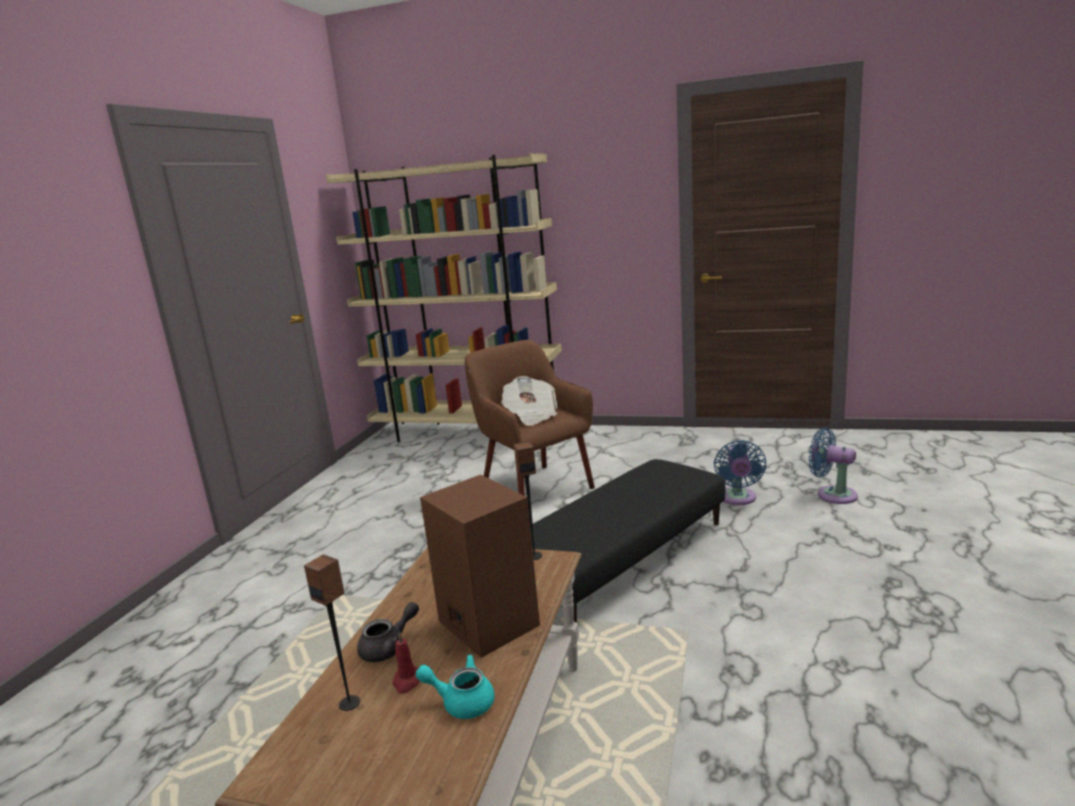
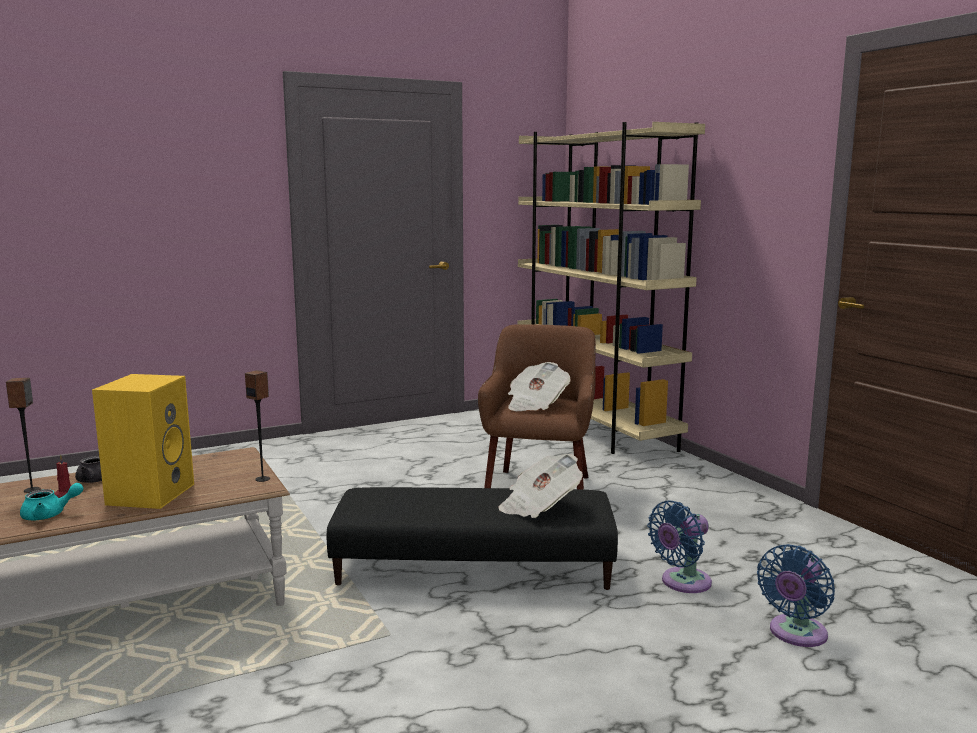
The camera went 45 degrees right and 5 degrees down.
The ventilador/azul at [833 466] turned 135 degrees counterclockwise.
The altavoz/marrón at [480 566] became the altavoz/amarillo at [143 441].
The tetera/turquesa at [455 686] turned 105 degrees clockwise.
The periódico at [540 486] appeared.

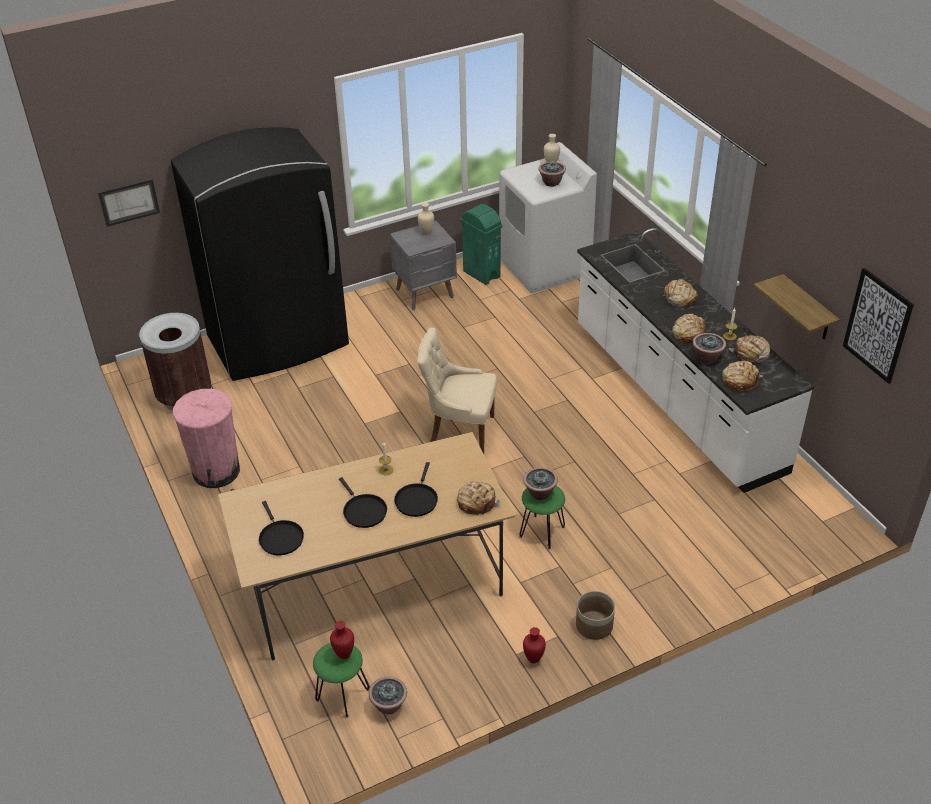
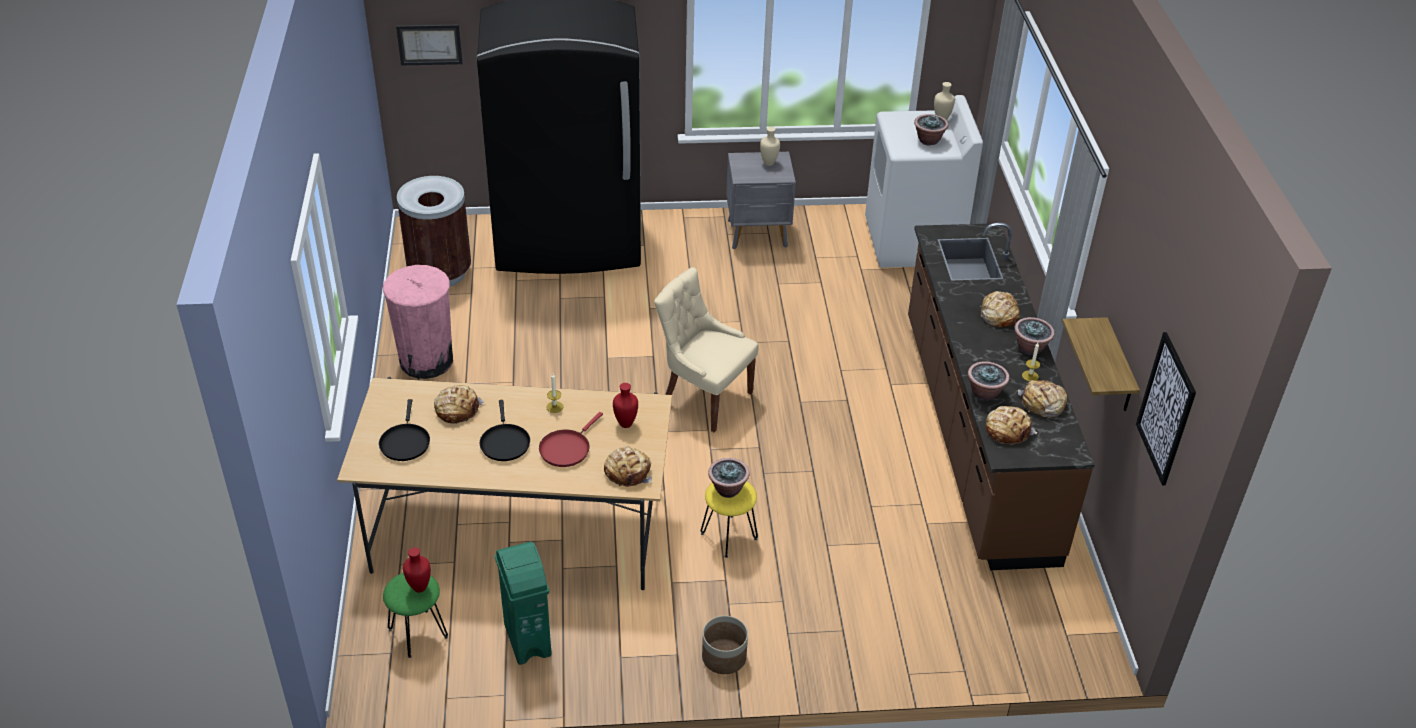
The camera went 20 degrees right and 0 degrees up.
The papelera/verde moved from [481 244] to [523 603].
The mueble bajo de cocina/blanco at [695 360] became the mueble bajo de cocina/marrón at [1001 396].
The pan moved from [689 328] to [459 404].
The sartén/negro at [416 489] became the sartén/rojo at [571 439].
The taburete/verde at [542 517] became the taburete/amarillo at [729 519].
The florero/rojo moved from [534 645] to [625 405].
The planta en maceta moved from [388 696] to [1034 336].

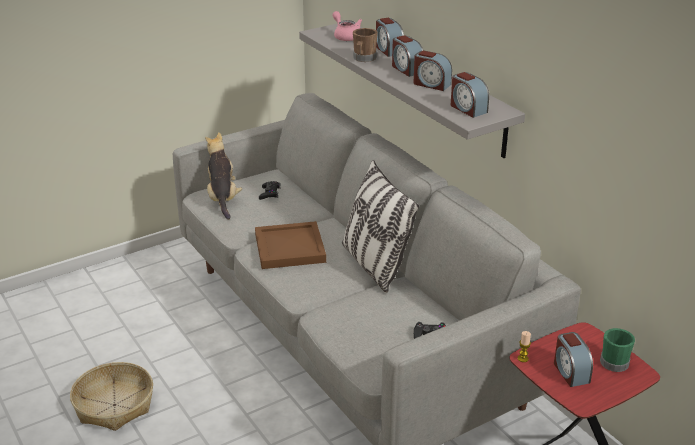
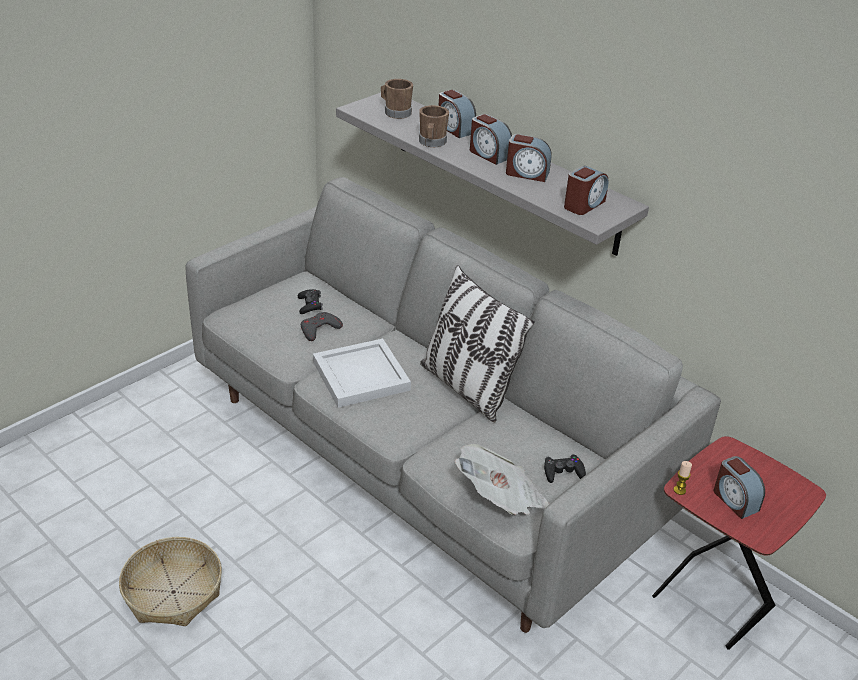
The camera went 15 degrees left and 5 degrees up.
The tetera/rosa at [347 26] was replaced by the taza grande/marrón at [397 99].
The despertador at [470 95] turned 90 degrees counterclockwise.
The peluche at [223 175] disappeared.
The bandeja/marrón at [290 245] became the bandeja/blanco at [362 373].
The taza grande/verde at [617 350] disappeared.
The mando de consola/gris at [322 326] appeared.
The periódico at [502 479] appeared.

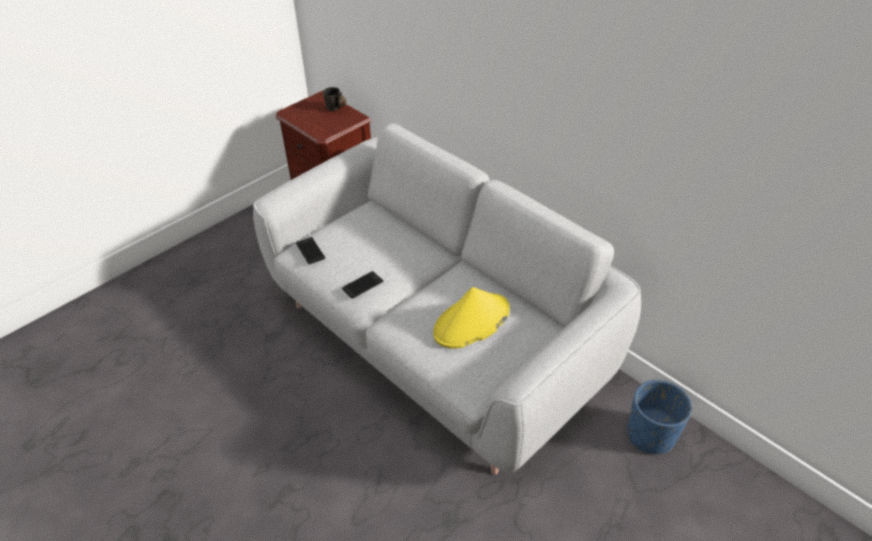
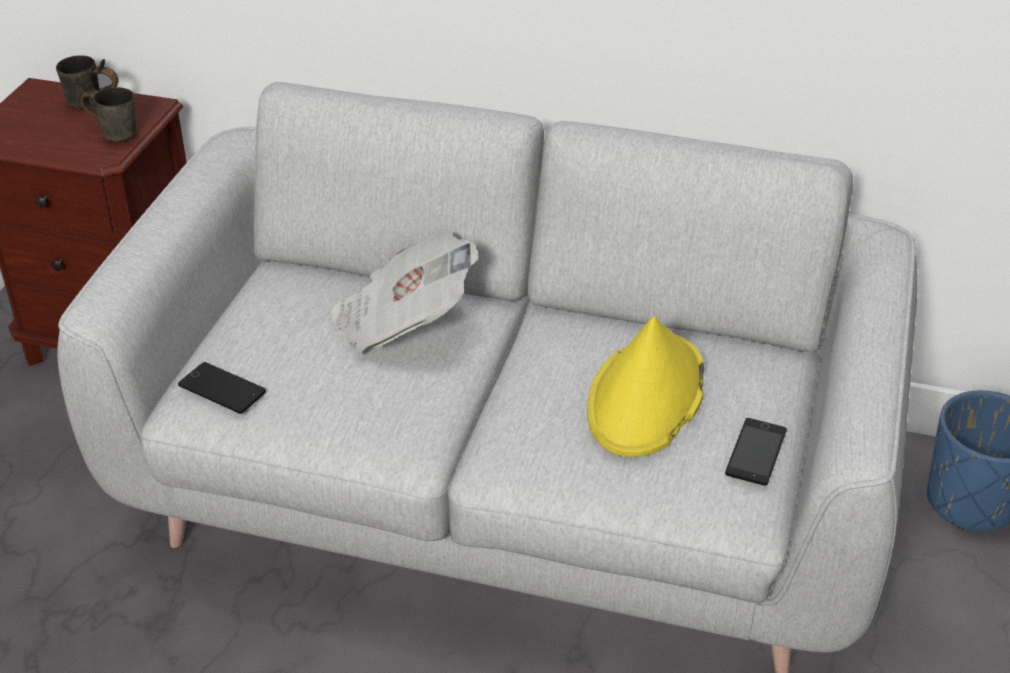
The camera went 30 degrees left and 5 degrees down.
The móvil moved from [362 285] to [756 452].
The taza grande/gris at [109 112] appeared.
The periódico at [404 293] appeared.

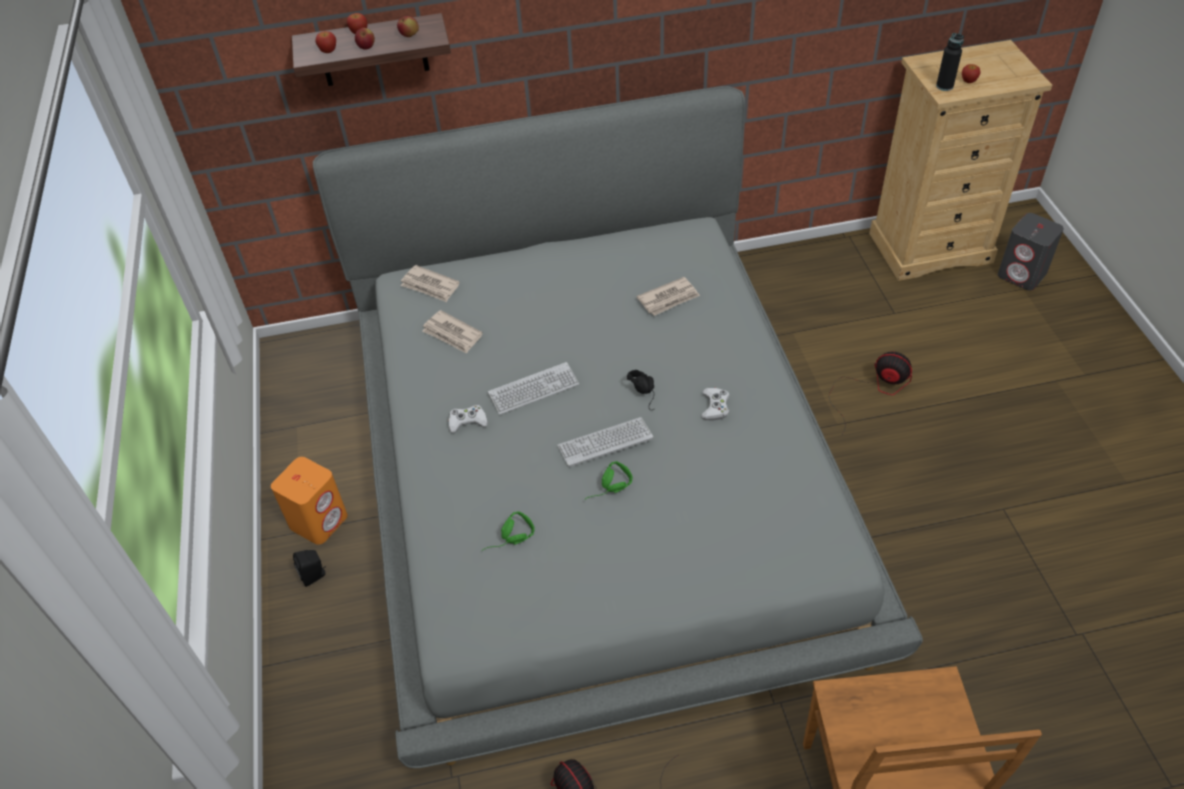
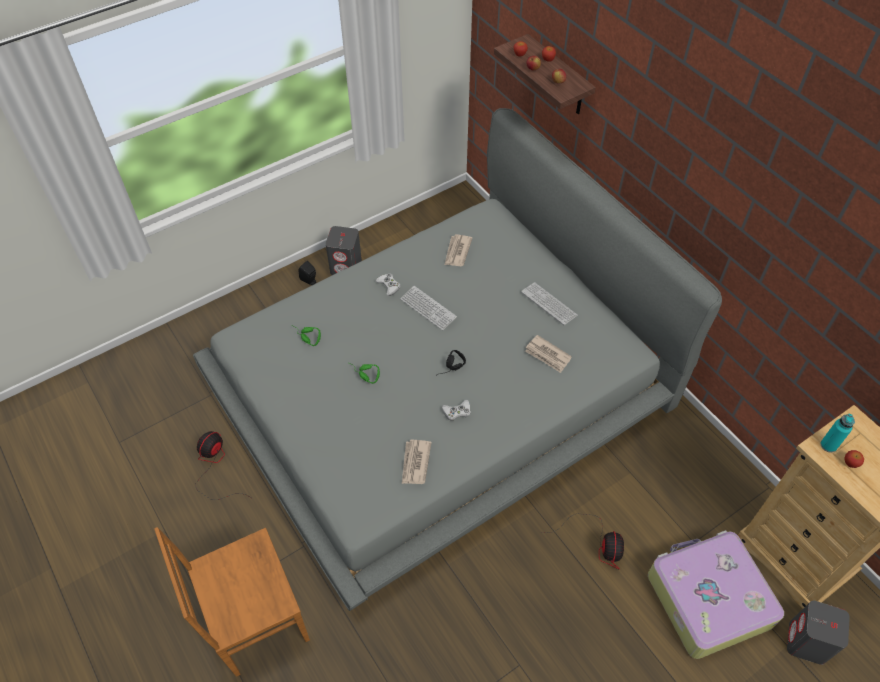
The camera went 65 degrees right and 5 degrees up.
The botella/negro at [950 62] became the botella/turquesa at [838 433].
The periódico moved from [430 283] to [417 462].
The teclado moved from [605 442] to [549 303].
The altavoz/naranja at [309 501] became the altavoz/gris at [344 250].
The maleta at [716 594] appeared.

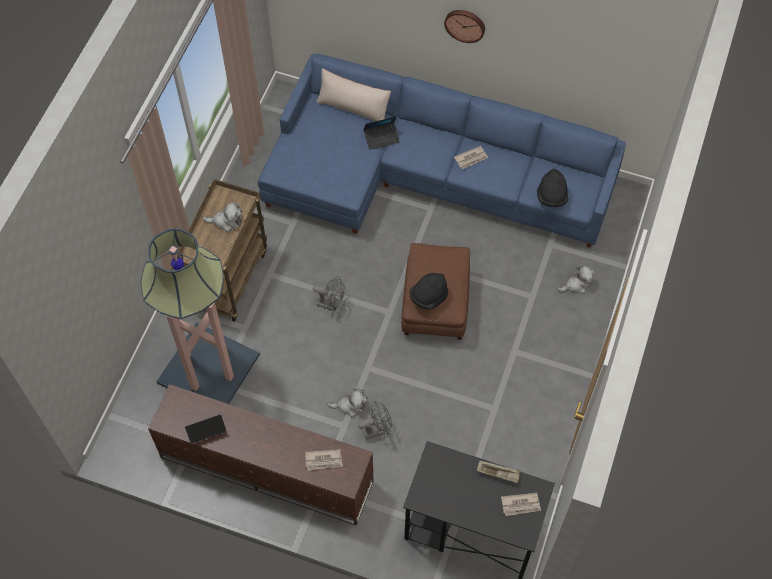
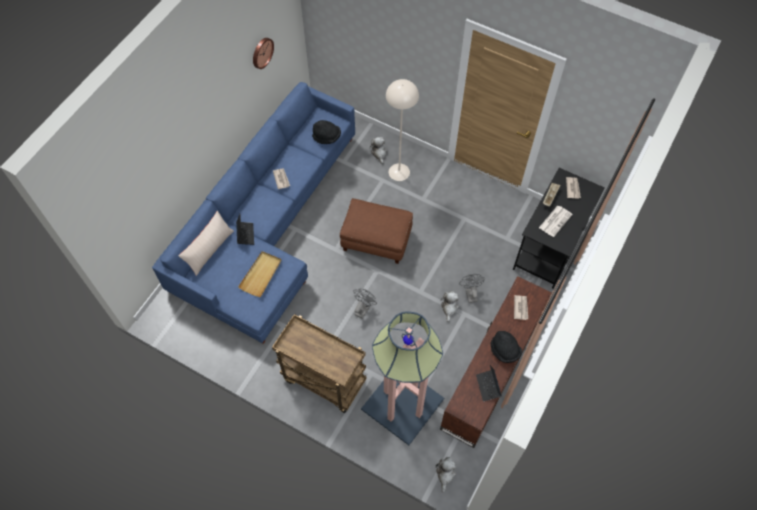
The camera went 80 degrees left and 0 degrees up.
The reloj de pared moved from [464 26] to [263 53].
The peluche moved from [222 217] to [445 475].
The sombrero/negro moved from [429 291] to [506 347].
The lámpara de pie/beis at [402 130] appeared.
The periódico at [556 221] appeared.
The bandeja/beis at [259 274] appeared.

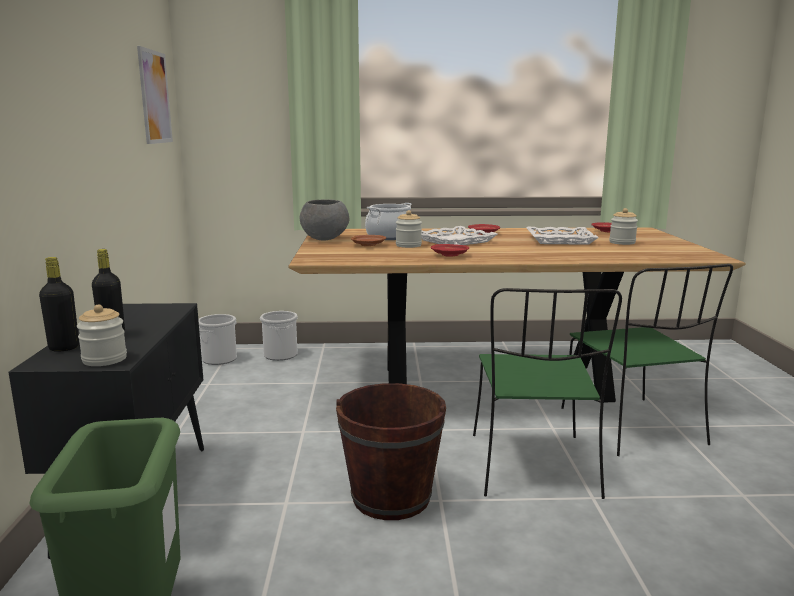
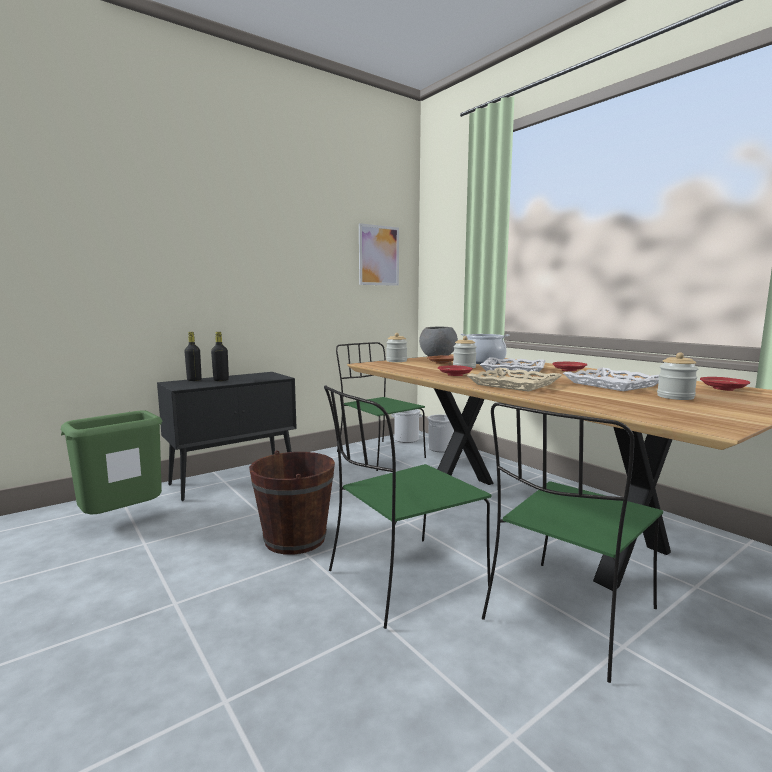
The camera went 55 degrees right and 5 degrees down.
The tarro moved from [102 335] to [396 347].
The silla/verde at [381 406] appeared.
The bandeja/beis at [514 380] appeared.

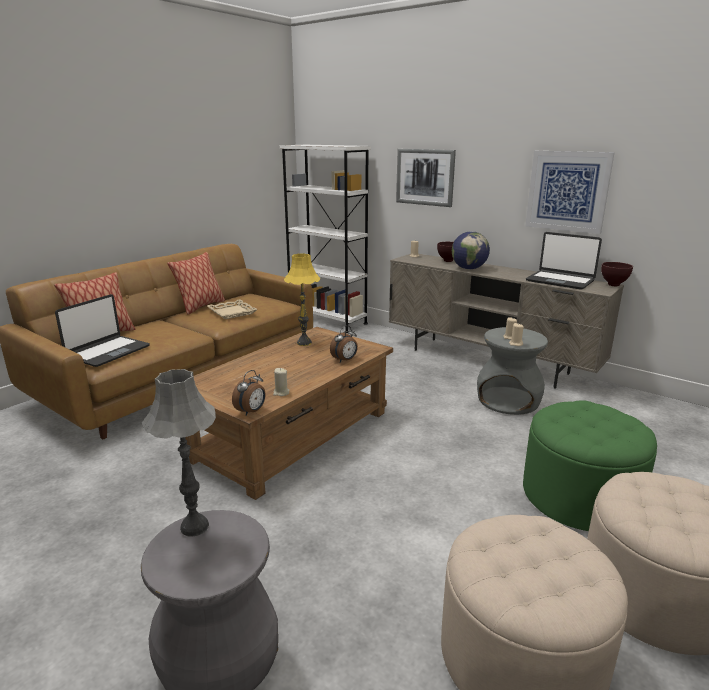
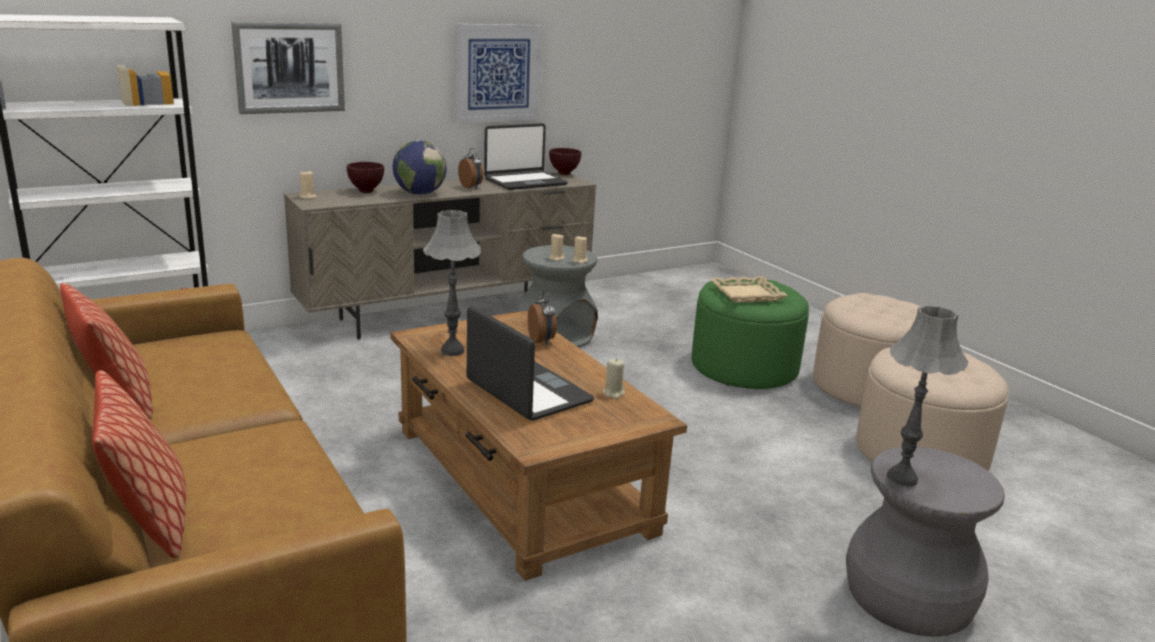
The camera went 70 degrees left and 0 degrees up.
The lámpara de mesa/amarillo at [302 299] became the lámpara de mesa/gris at [452 283].
The portátil moved from [102 330] to [530 363].
The bandeja/beis moved from [232 309] to [749 289].
The despertador moved from [249 393] to [471 168].

